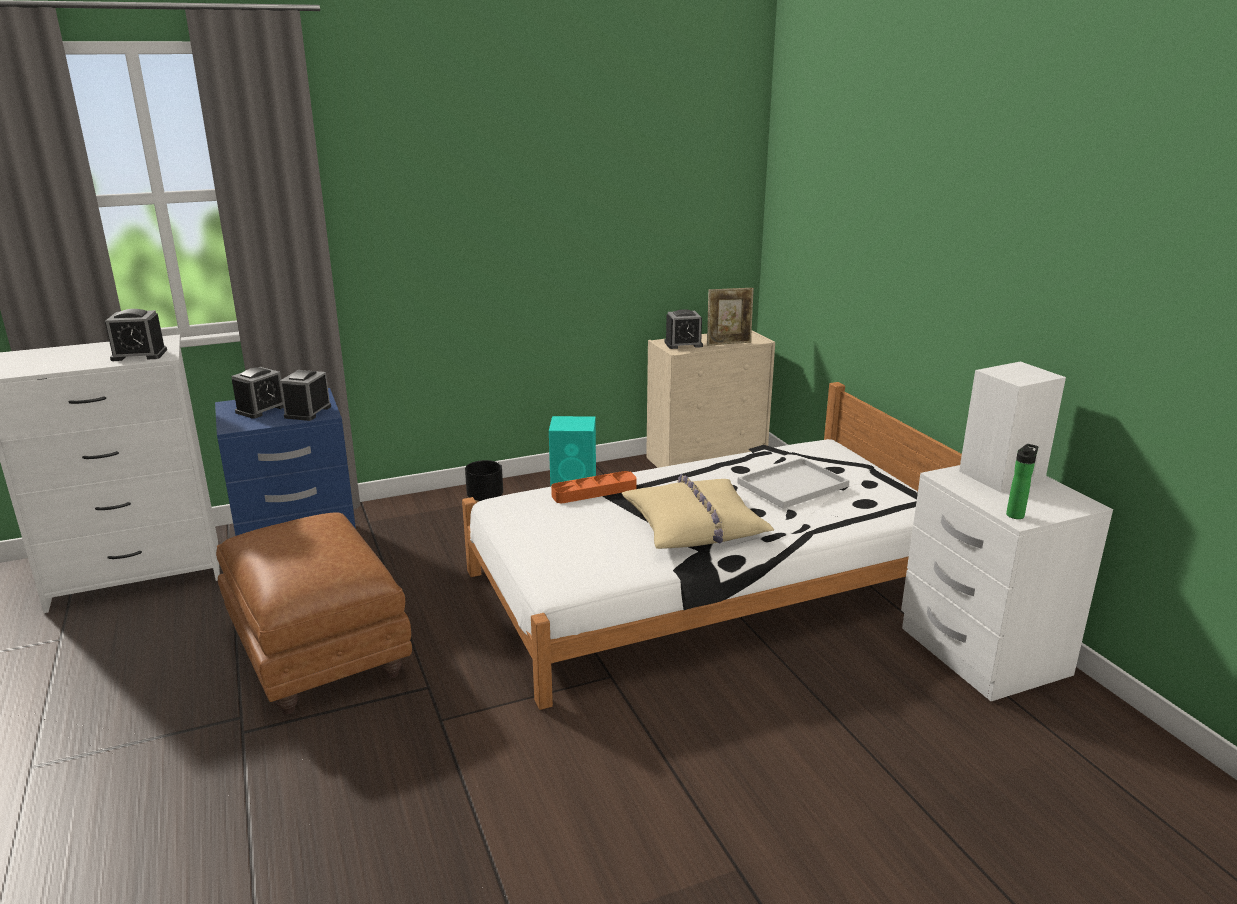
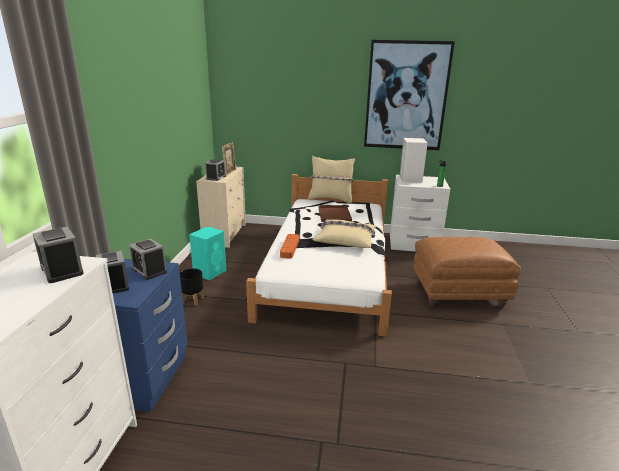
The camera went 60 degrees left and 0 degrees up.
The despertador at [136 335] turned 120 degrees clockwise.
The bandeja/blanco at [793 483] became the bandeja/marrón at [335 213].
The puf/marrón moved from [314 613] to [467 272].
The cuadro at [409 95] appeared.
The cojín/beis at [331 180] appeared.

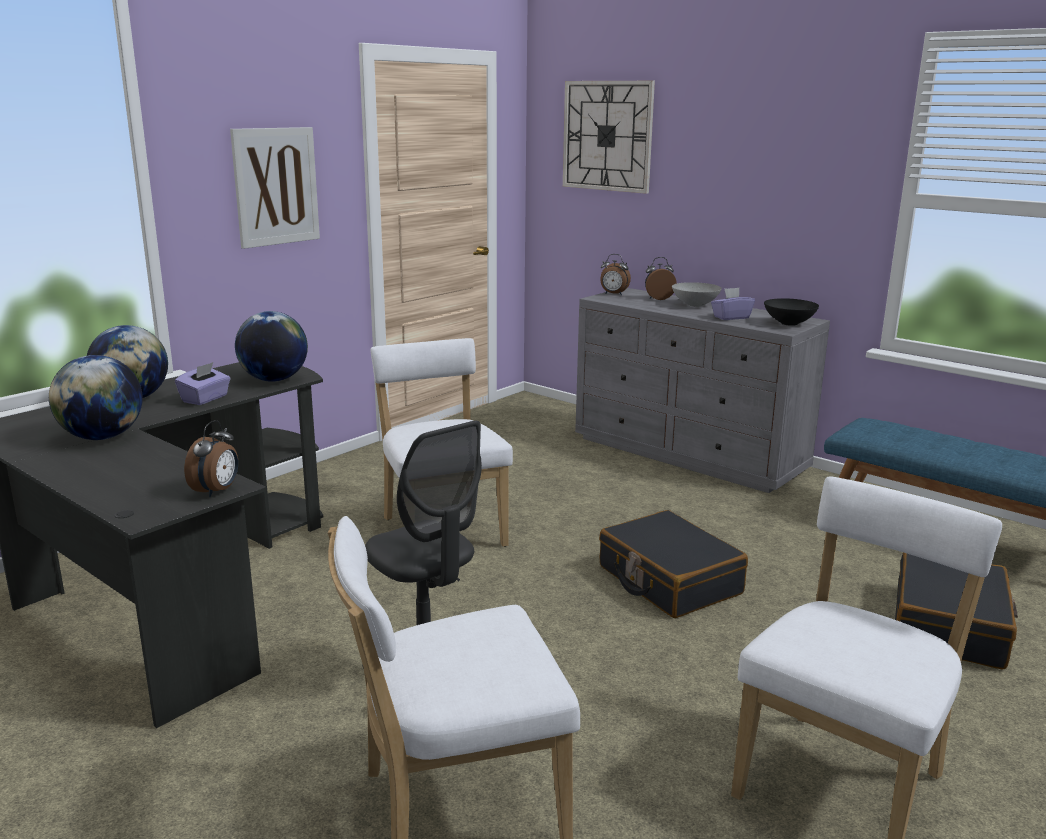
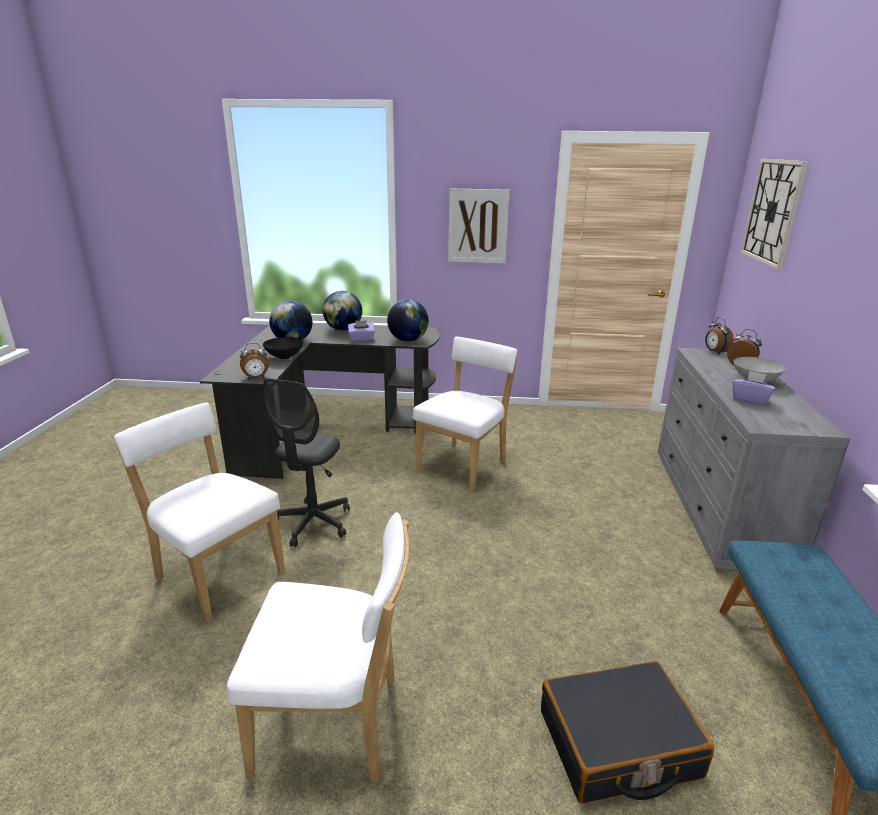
The camera went 55 degrees right and 5 degrees up.
The cuenco/negro moved from [791 312] to [283 348].
The maleta/negro at [673 564] disappeared.

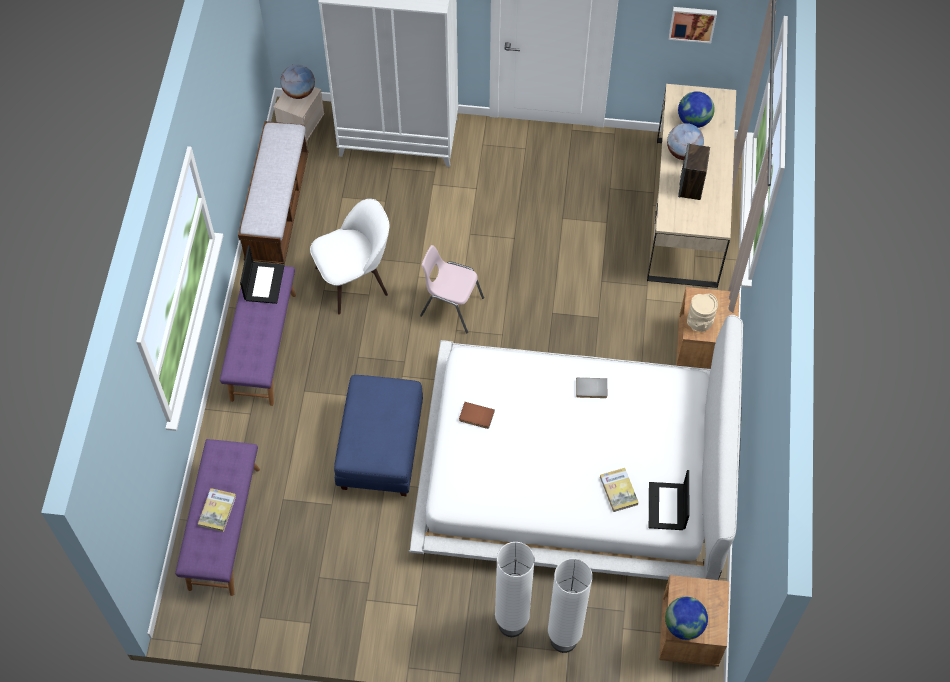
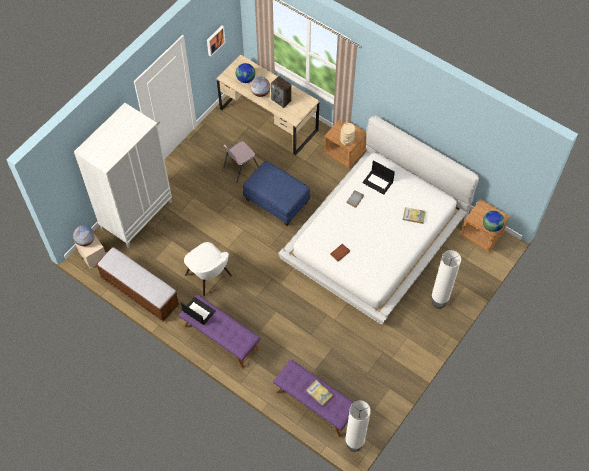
The camera went 60 degrees left and 0 degrees up.
The silla/blanco at [350 257] turned 135 degrees clockwise.
The silla/rosa moved from [452 289] to [241 162].
The puf/azul moved from [378 435] to [276 193].
The portátil moved from [669 500] to [378 177].
The lámpara de pie/blanco moved from [570 605] to [358 426].

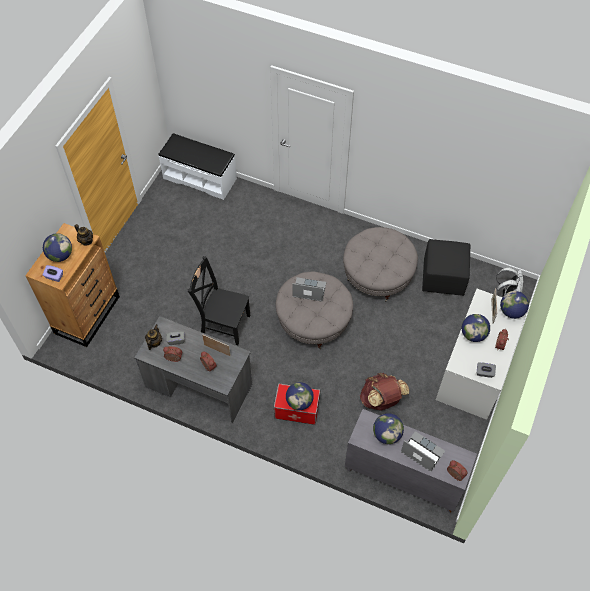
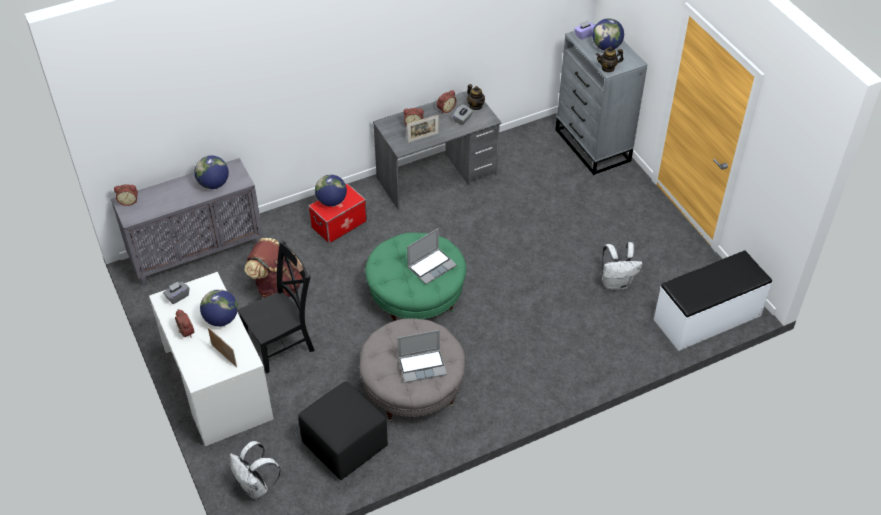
The camera went 130 degrees right and 10 degrees down.
The cómoda/marrón at [72 285] became the cómoda/gris at [601 99].
The silla/negro moved from [219 300] to [276 307].
The puf/gris at [314 310] became the puf/verde at [415 277].
The globo terráqueo at [514 305] disappeared.
The portátil moved from [423 451] to [422 356].
The mochila/blanco at [622 266] appeared.

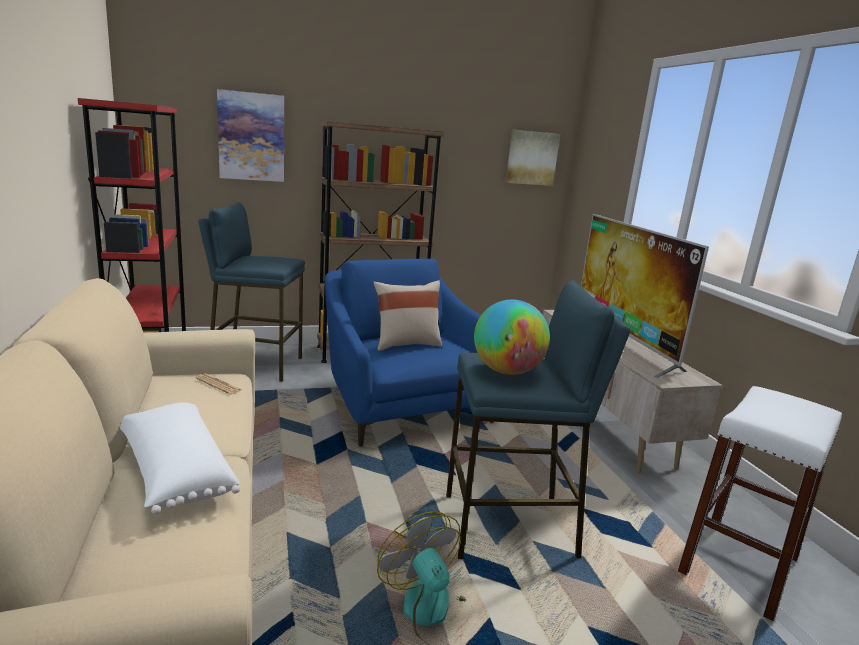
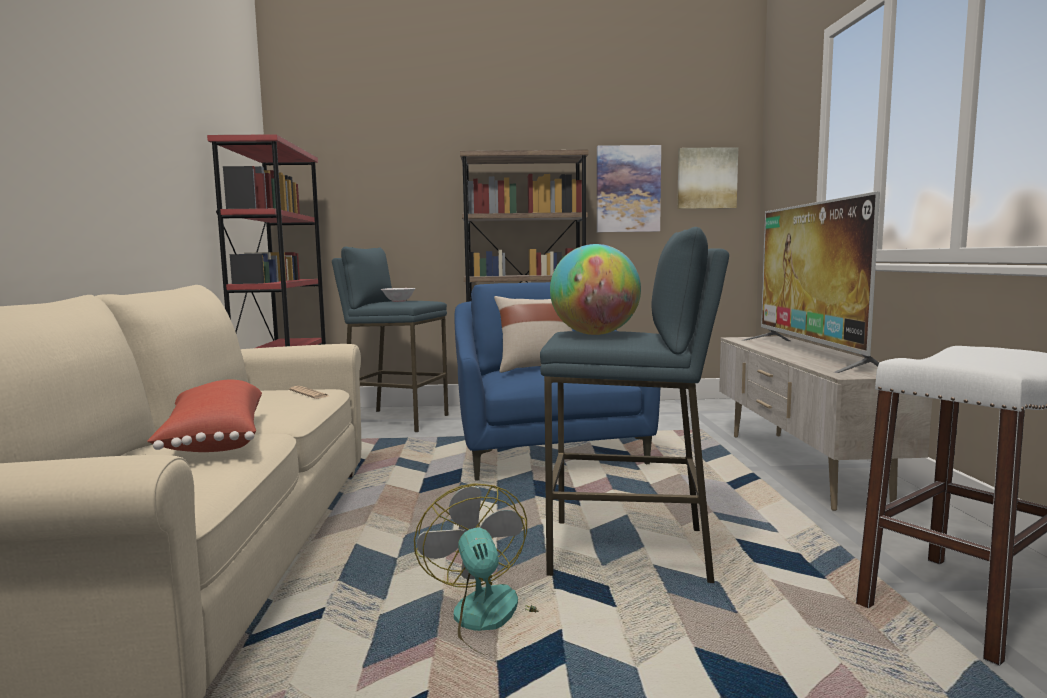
The camera went 15 degrees right and 10 degrees down.
The cuadro moved from [250 135] to [629 188].
The cojín/blanco at [180 458] became the cojín/rojo at [204 416].
The cuenco/blanco at [398 295] appeared.

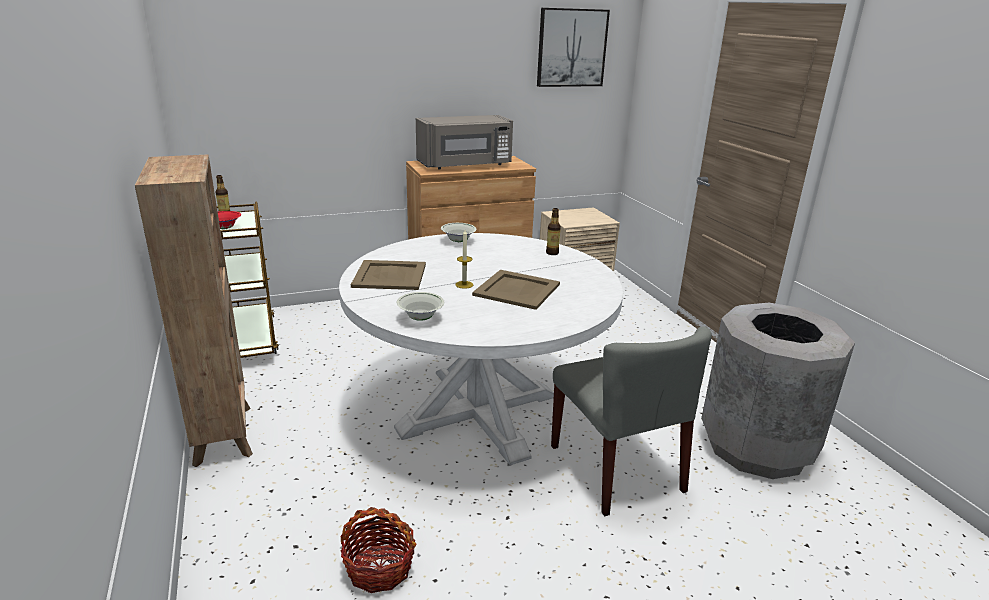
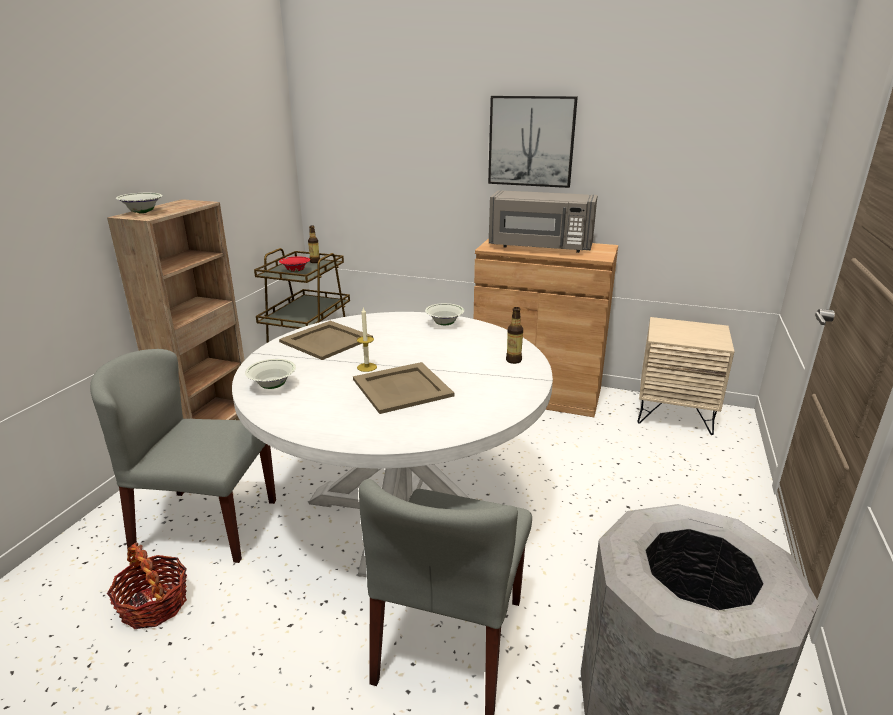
The camera went 40 degrees right and 0 degrees up.
The cuadro moved from [573 47] to [533 142].
The cuenco/blanco at [139 203] appeared.
The silla/gris at [183 456] appeared.

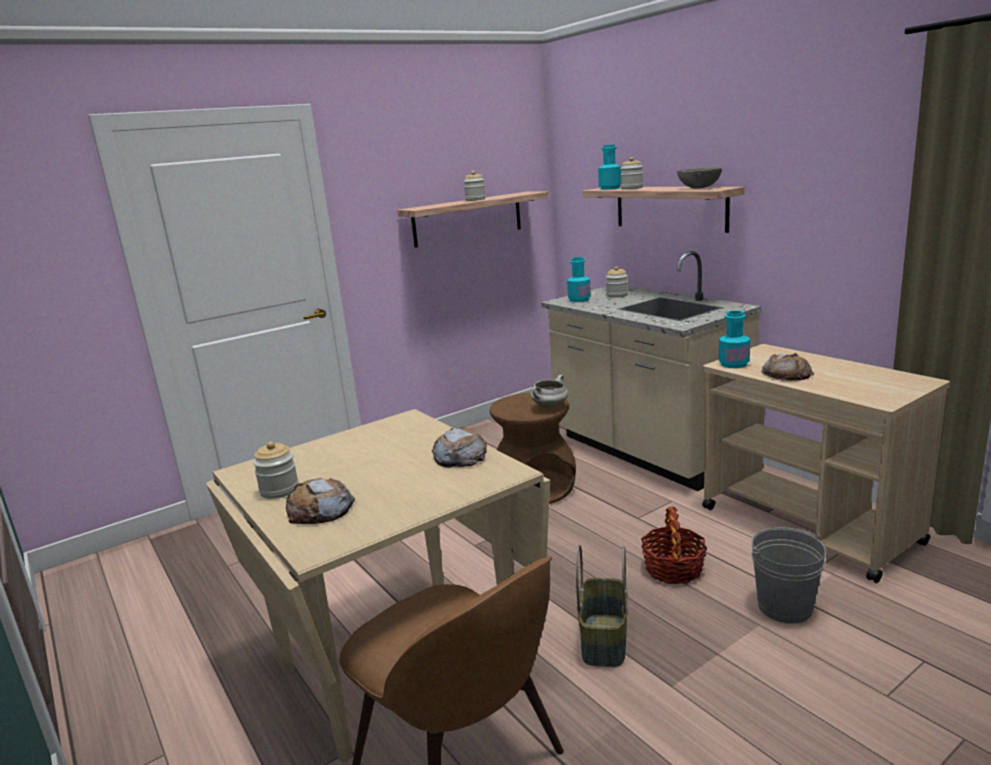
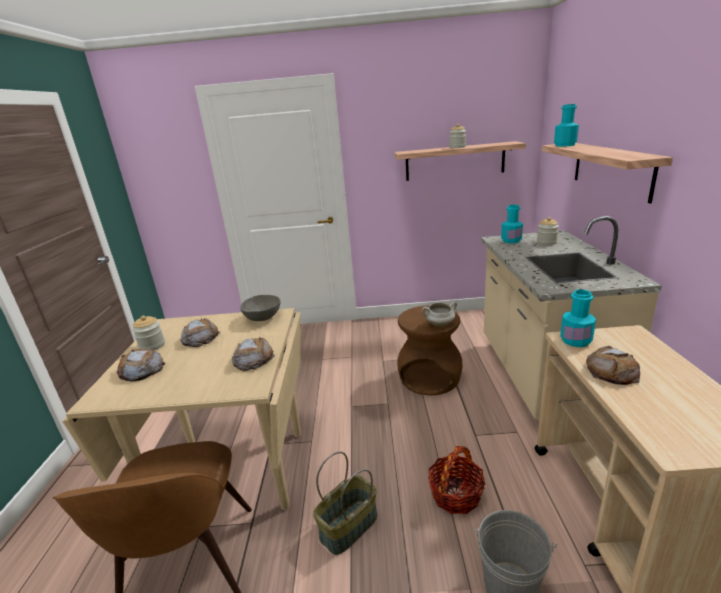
The camera went 35 degrees right and 5 degrees up.
The tarro at [631 173] disappeared.
The cuenco/gris moved from [699 178] to [260 308].
The pan at [200 332] appeared.

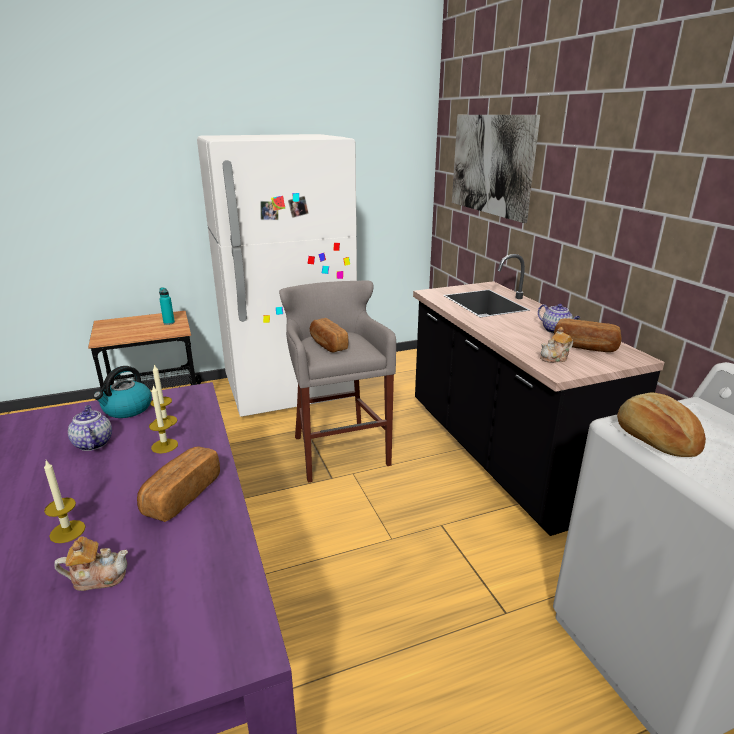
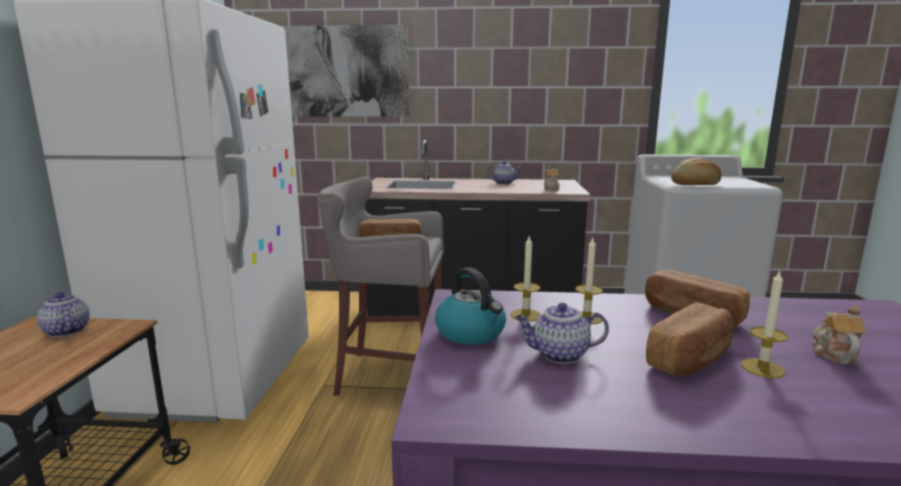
The camera went 65 degrees left and 10 degrees down.
The botella/turquesa at [167 306] was replaced by the tetera at [63 314].
The pan moved from [587 335] to [690 339].

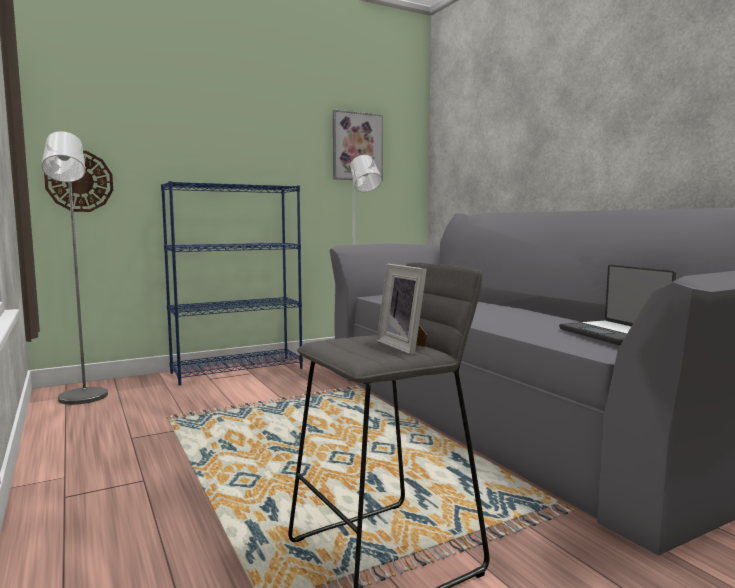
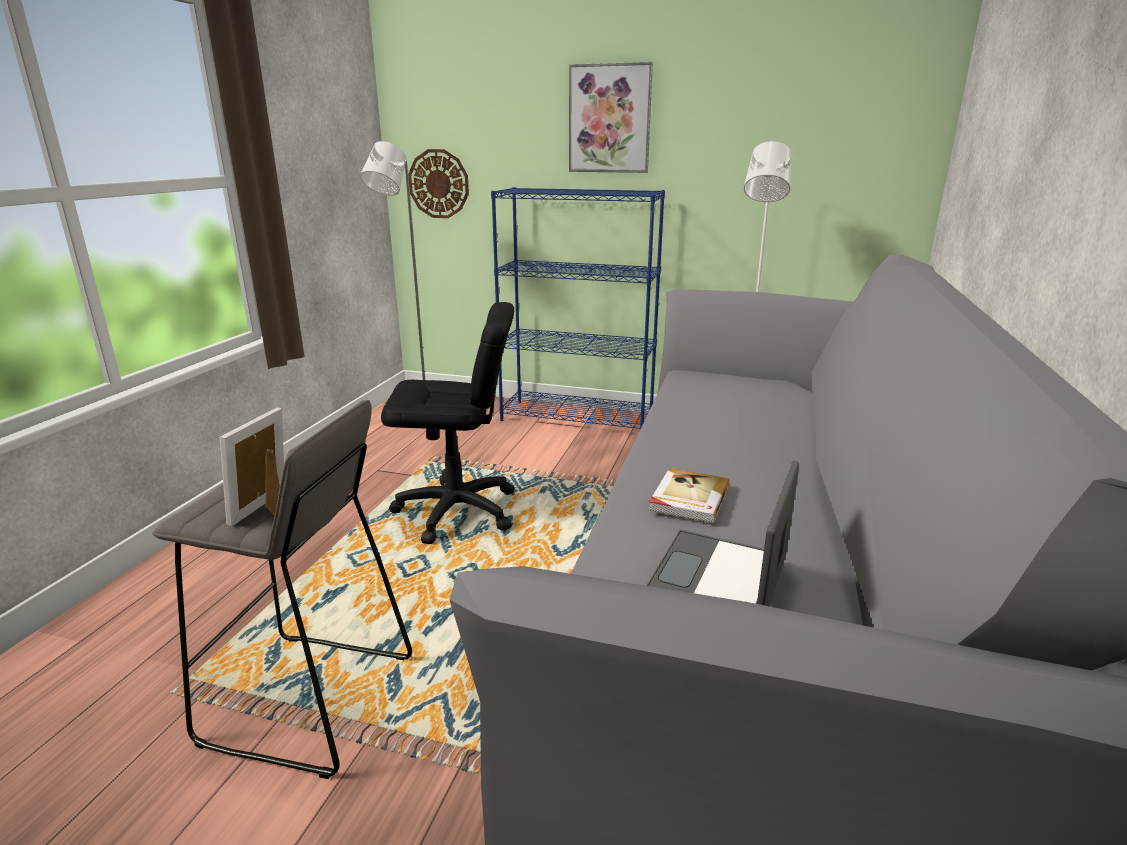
The camera went 45 degrees right and 15 degrees up.
The cuadro moved from [358 145] to [611 117].
The silla de oficina/negro at [448 423] appeared.
The libro at [689 495] appeared.

